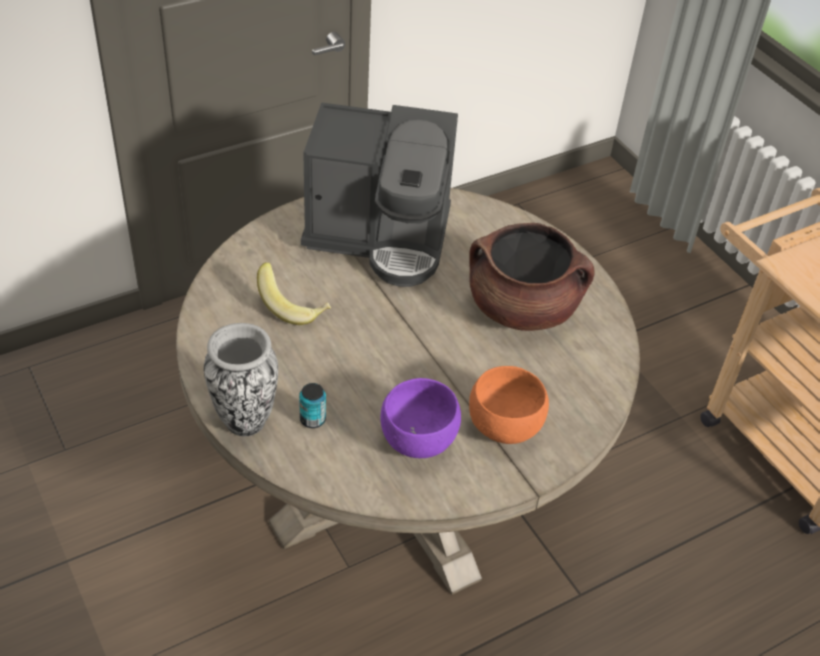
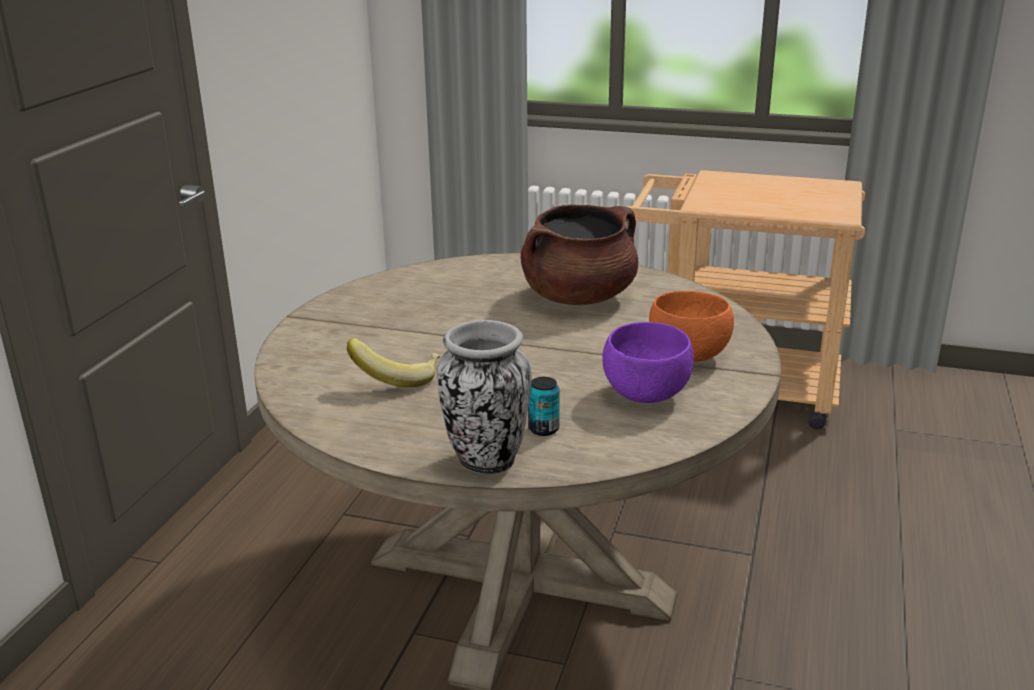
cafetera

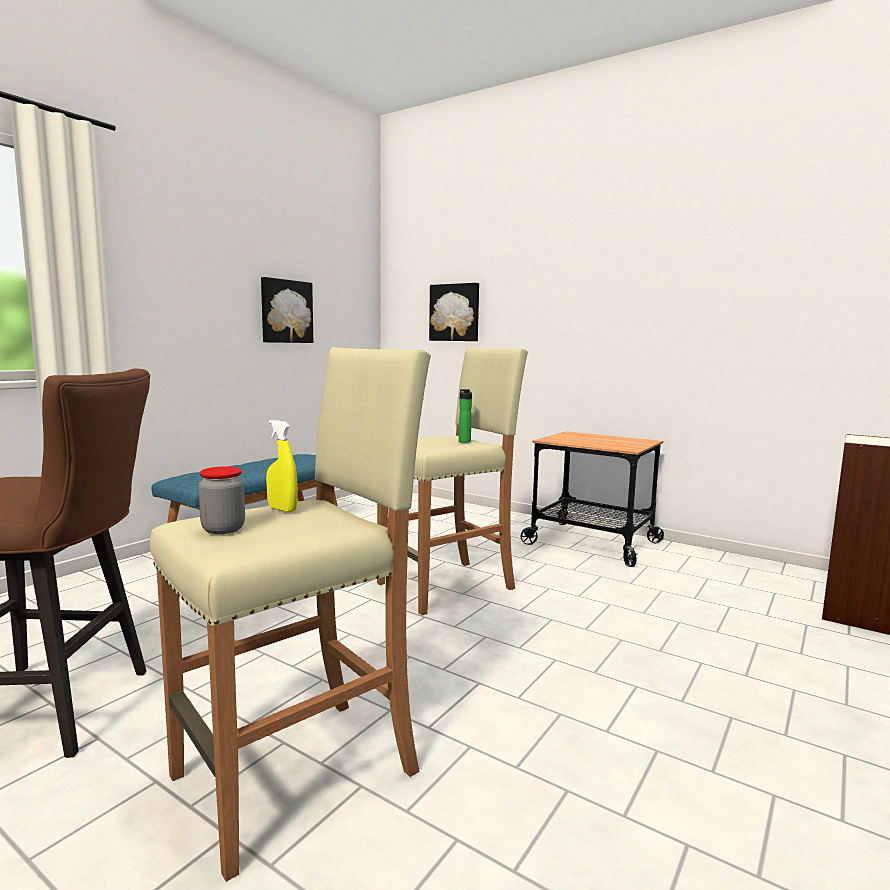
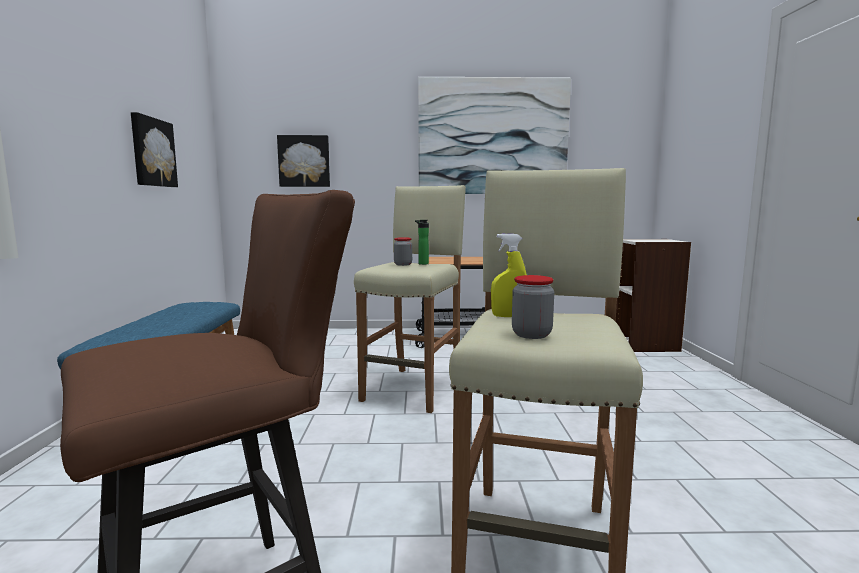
tarro (1st from left)
cuadro (3rd from left)

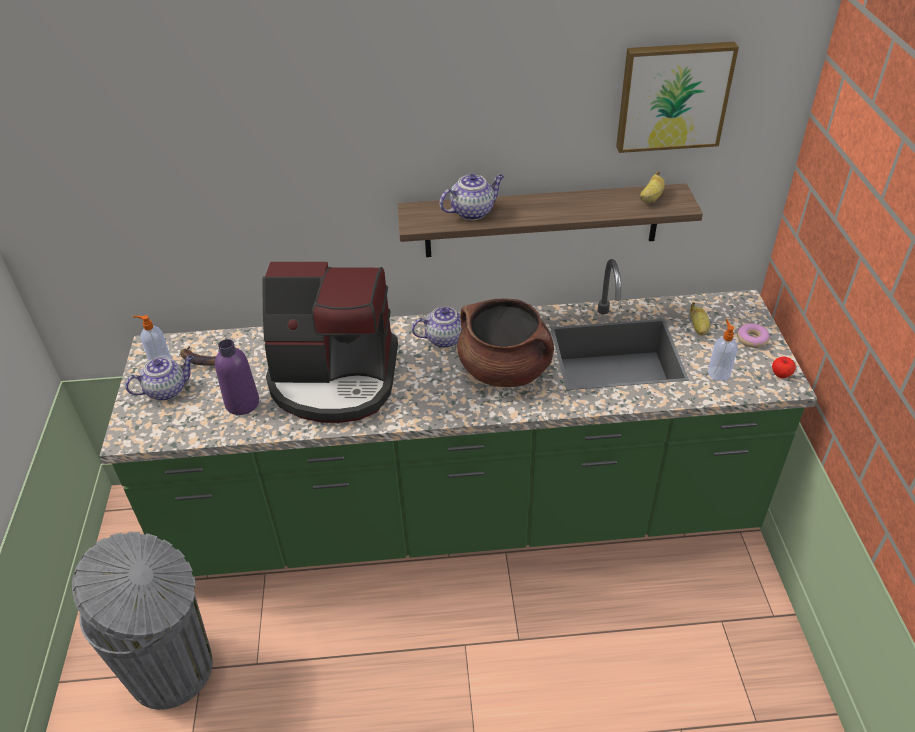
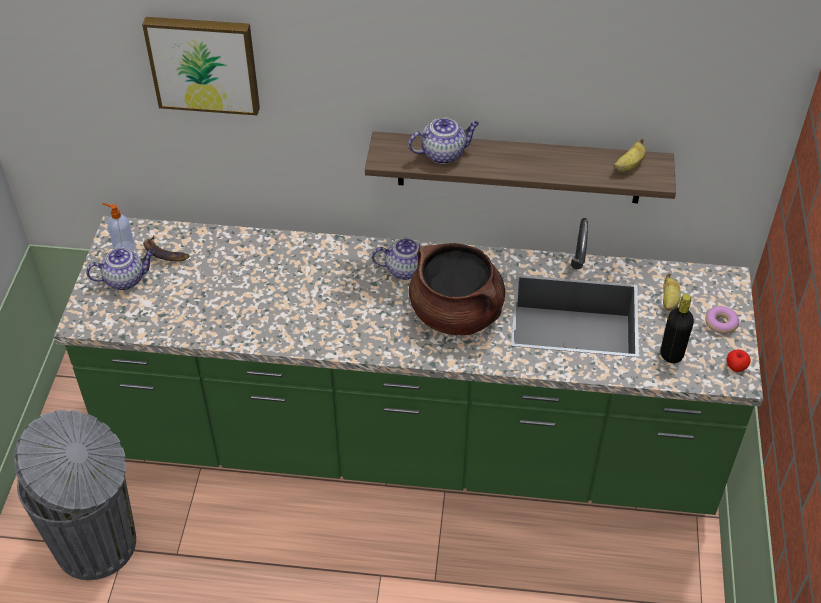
botella/morado
cafetera
cuadro
botella/negro

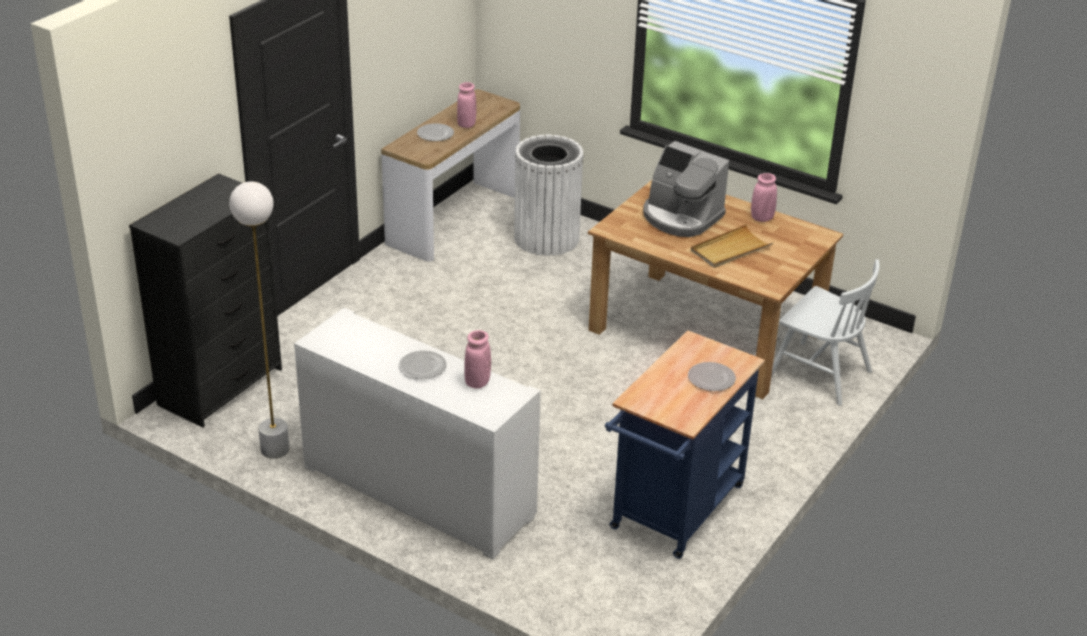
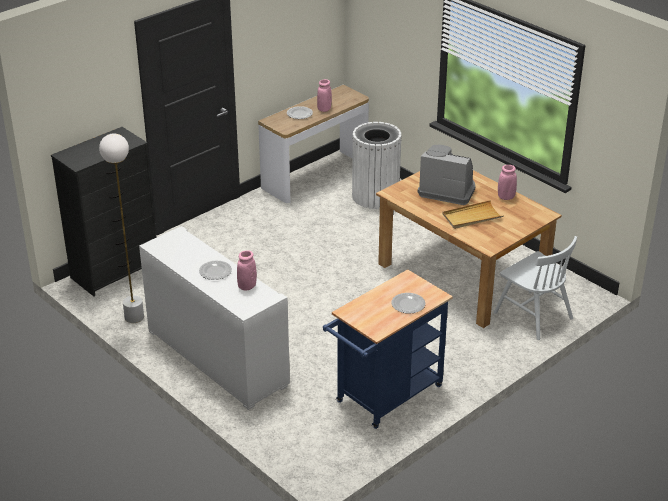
cafetera

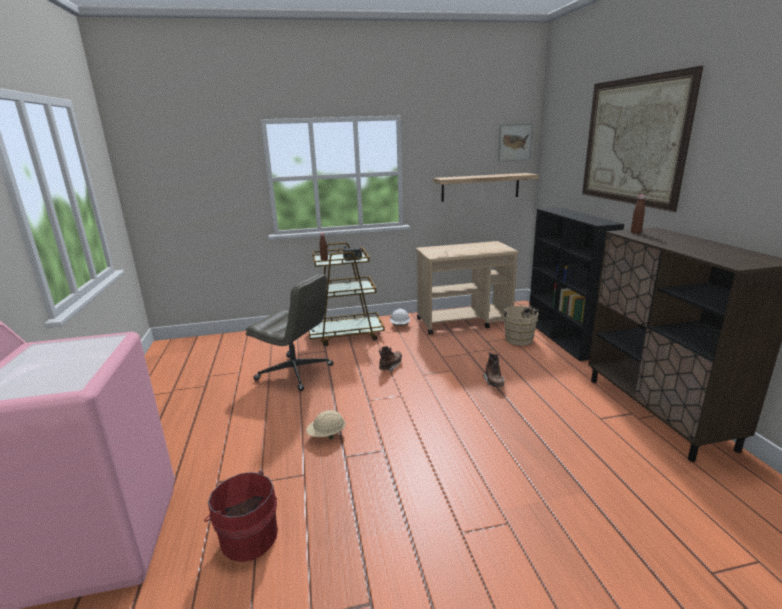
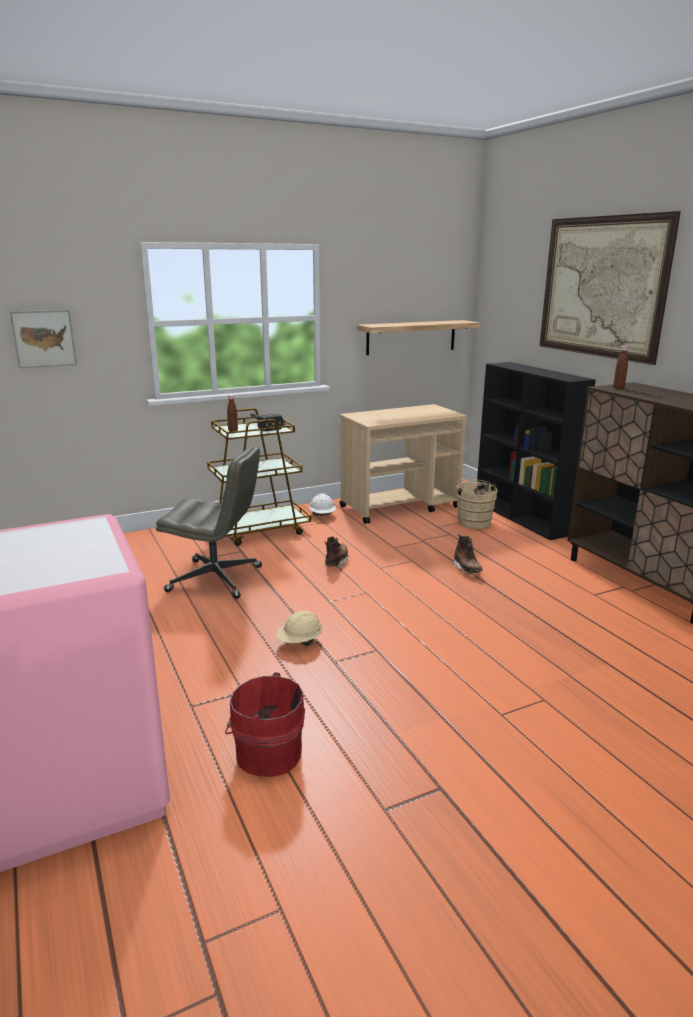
cuadro (1st from left)

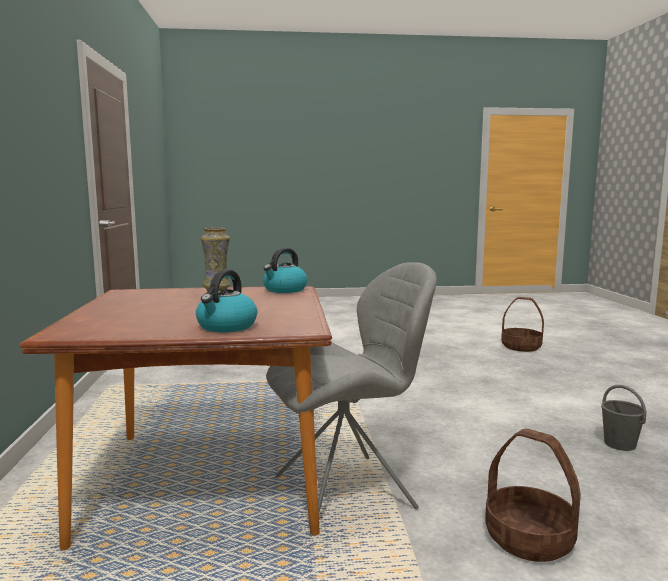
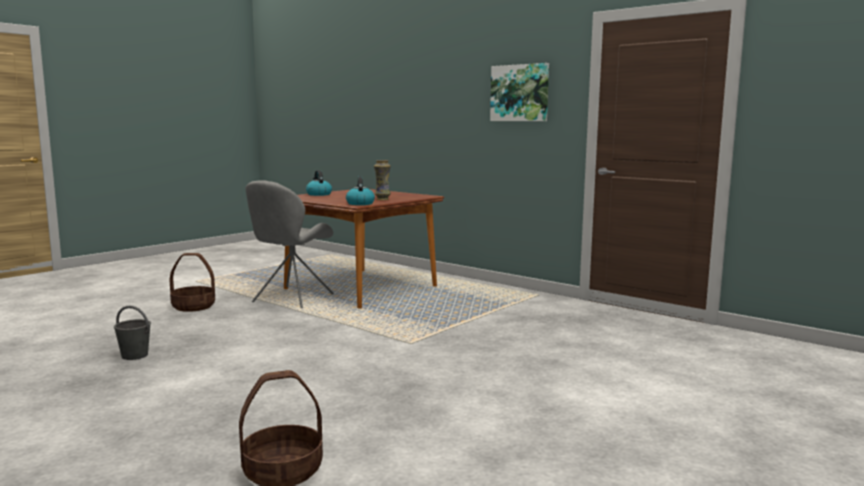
cuadro

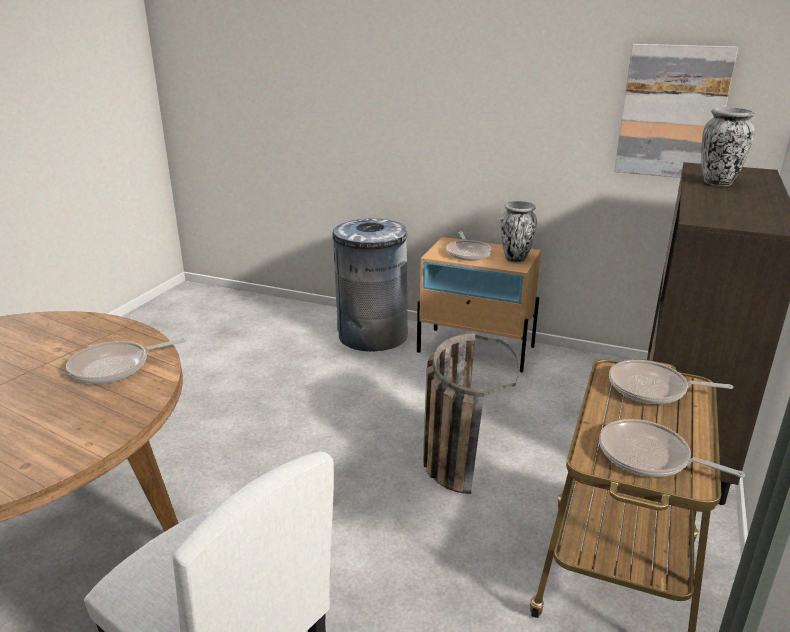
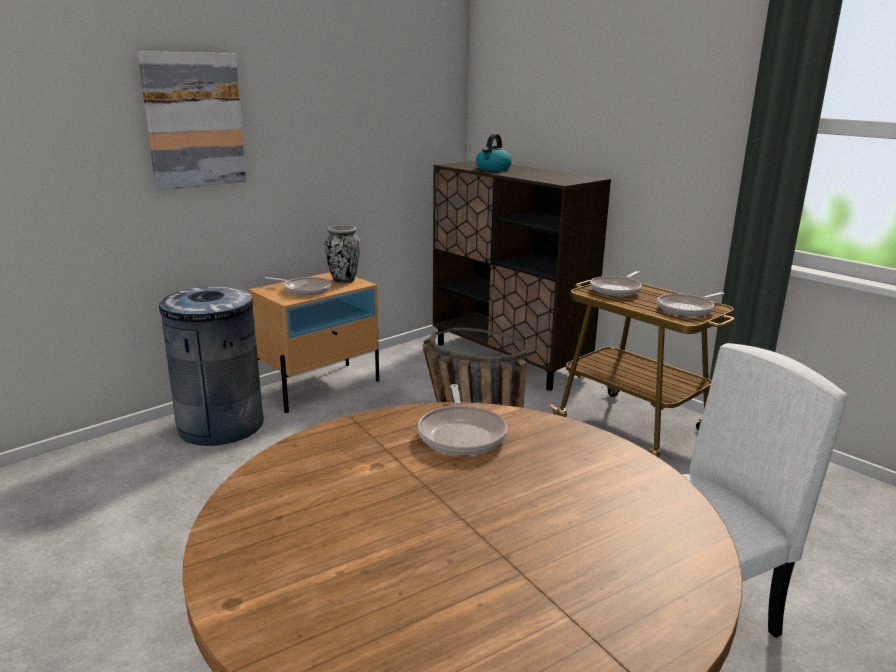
cuadro
hervidor

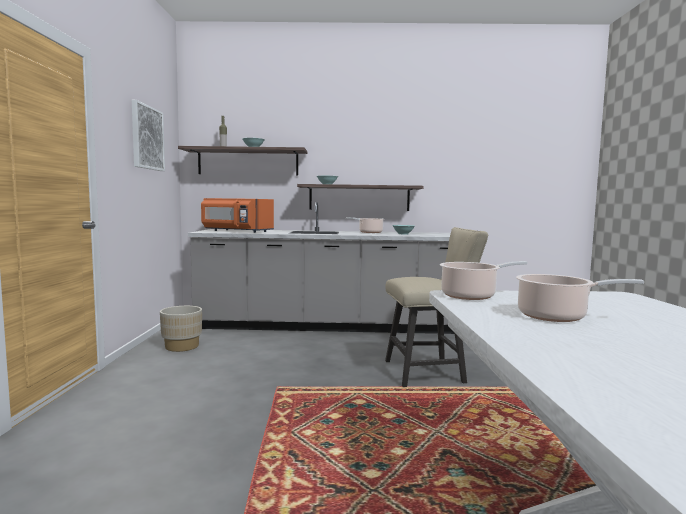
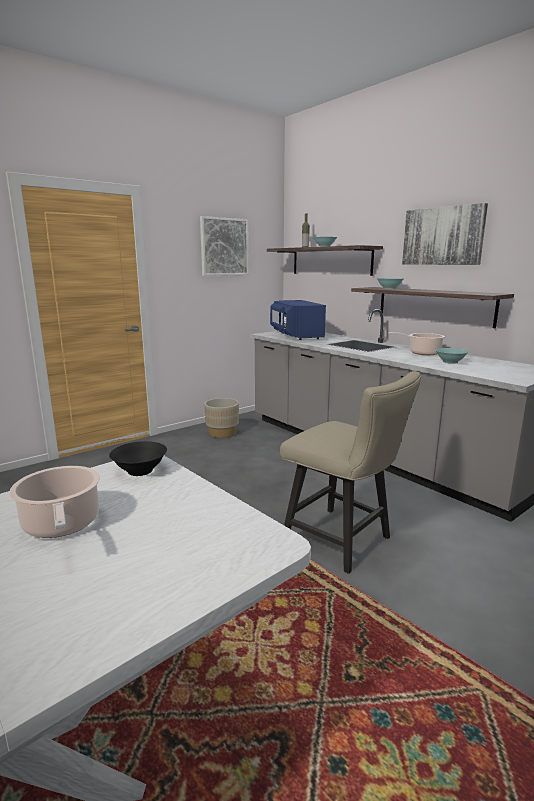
cuadro (2nd from left)
cuenco/negro
microondas/azul

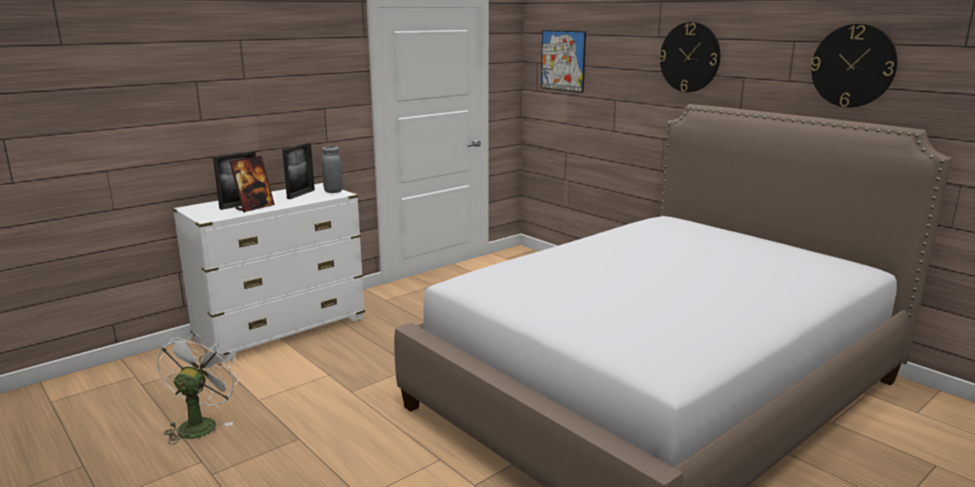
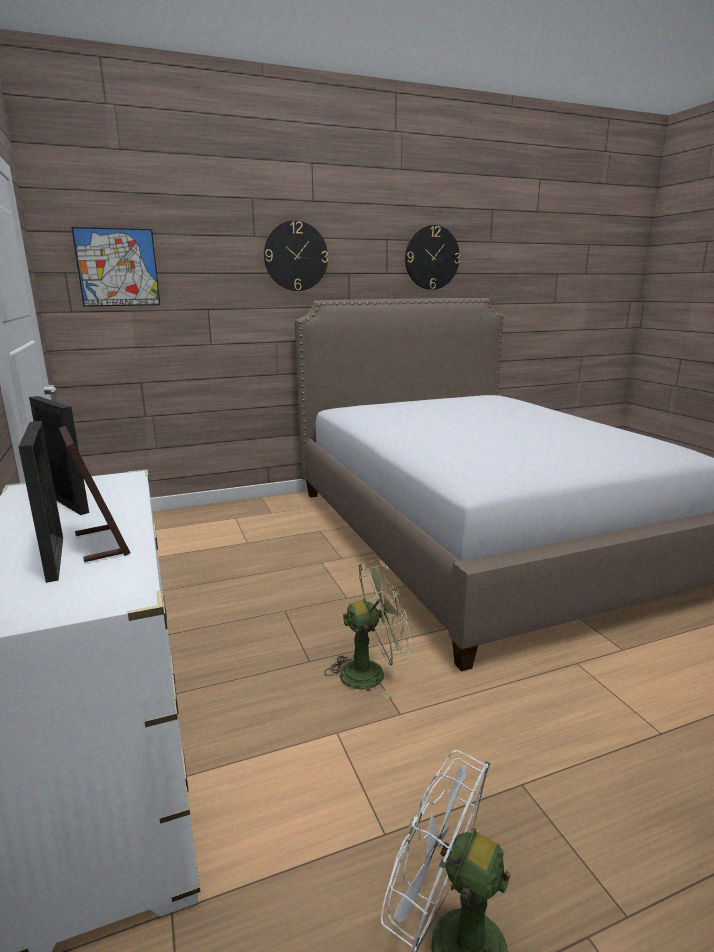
florero/gris
ventilador/verde

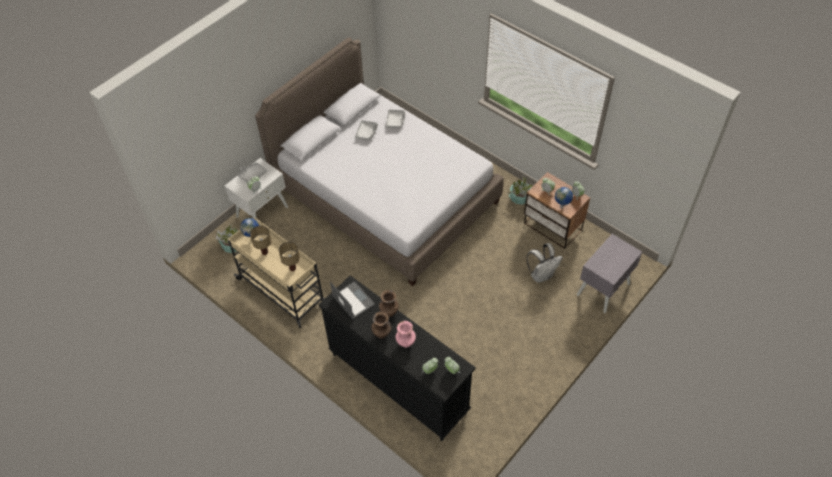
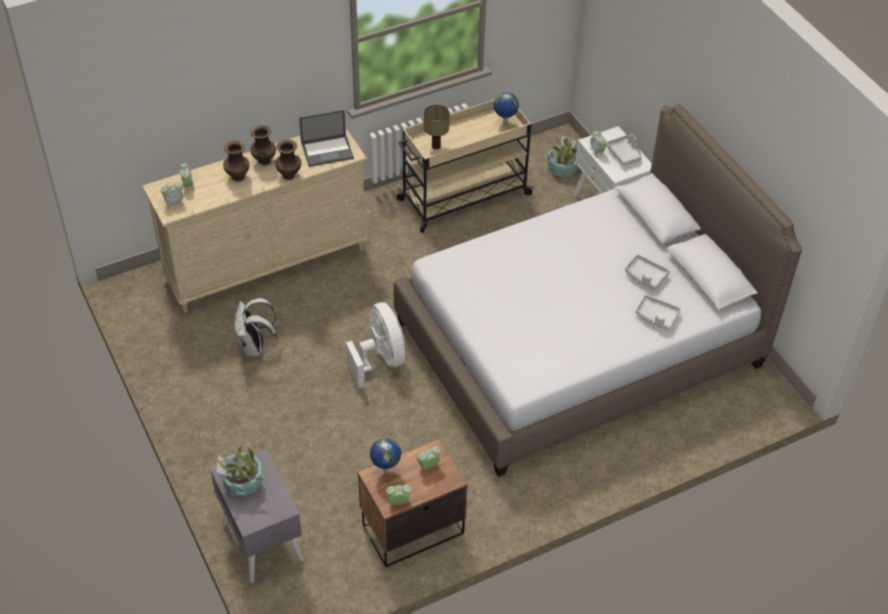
lámpara de mesa (1st from left in the first image)
ventilador/blanco
planta en maceta (1st from left)
mochila/blanco
cómoda/beis
florero/marrón (1st from left)

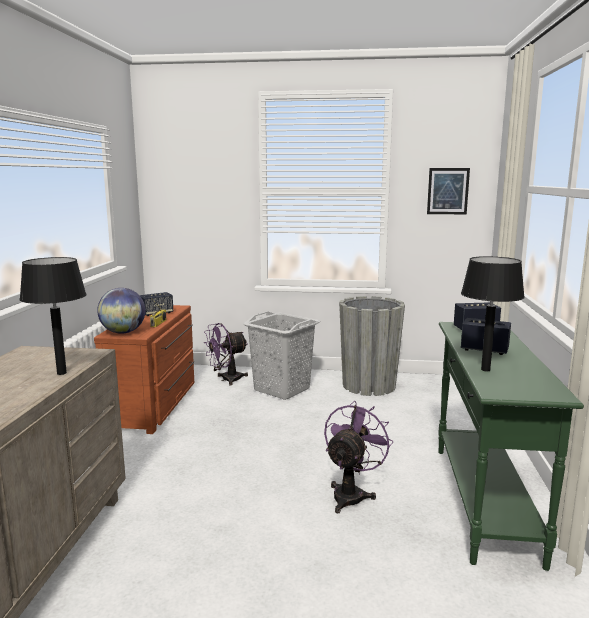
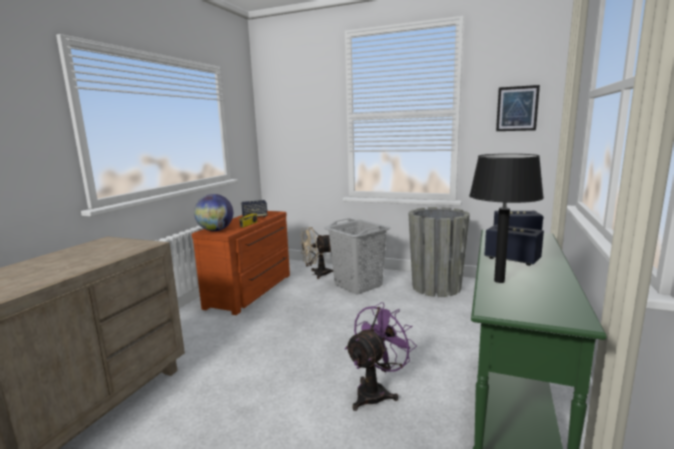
lámpara de mesa/negro (1st from left in the first image)
ventilador/beis

